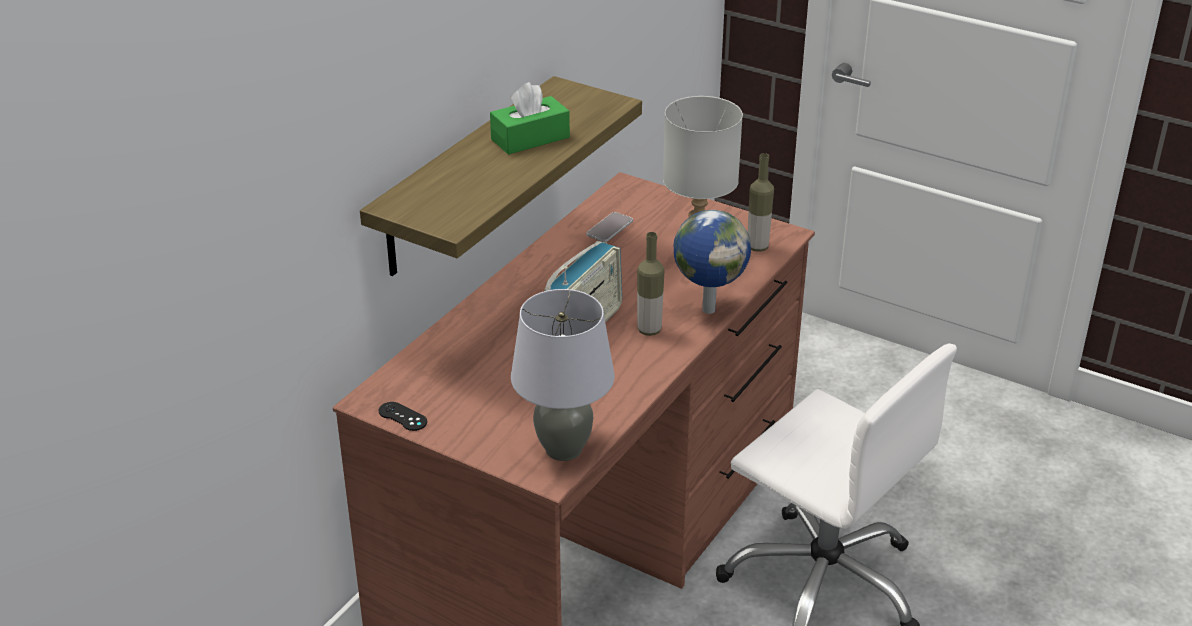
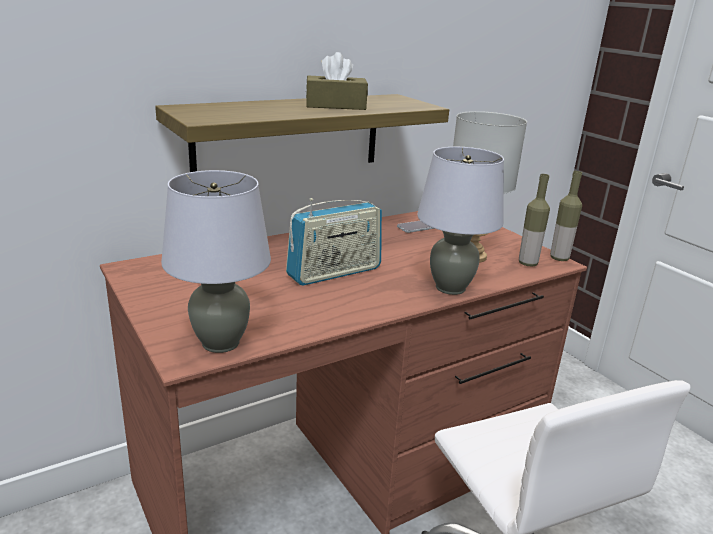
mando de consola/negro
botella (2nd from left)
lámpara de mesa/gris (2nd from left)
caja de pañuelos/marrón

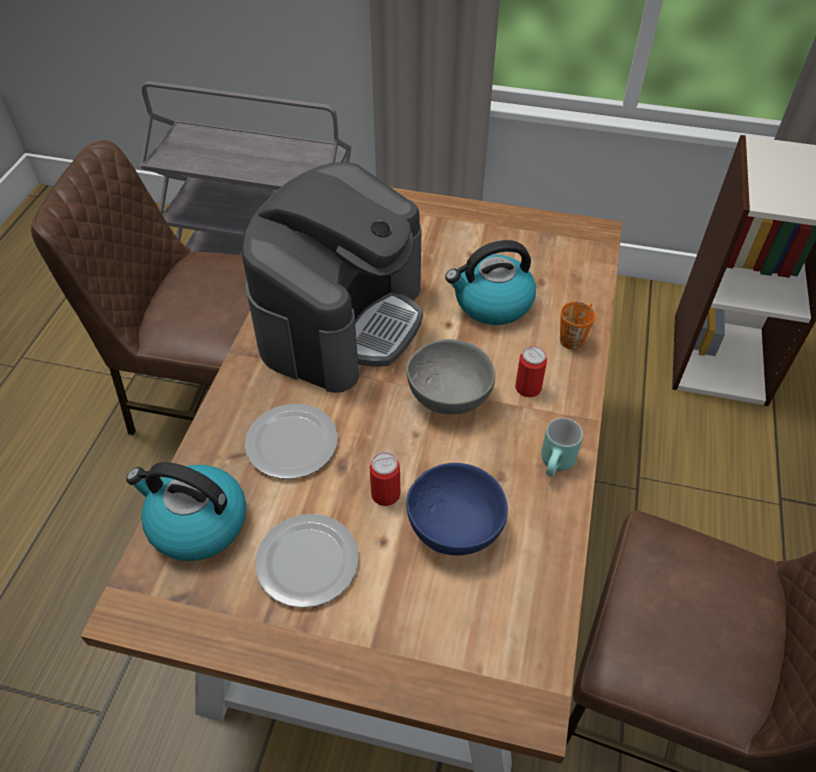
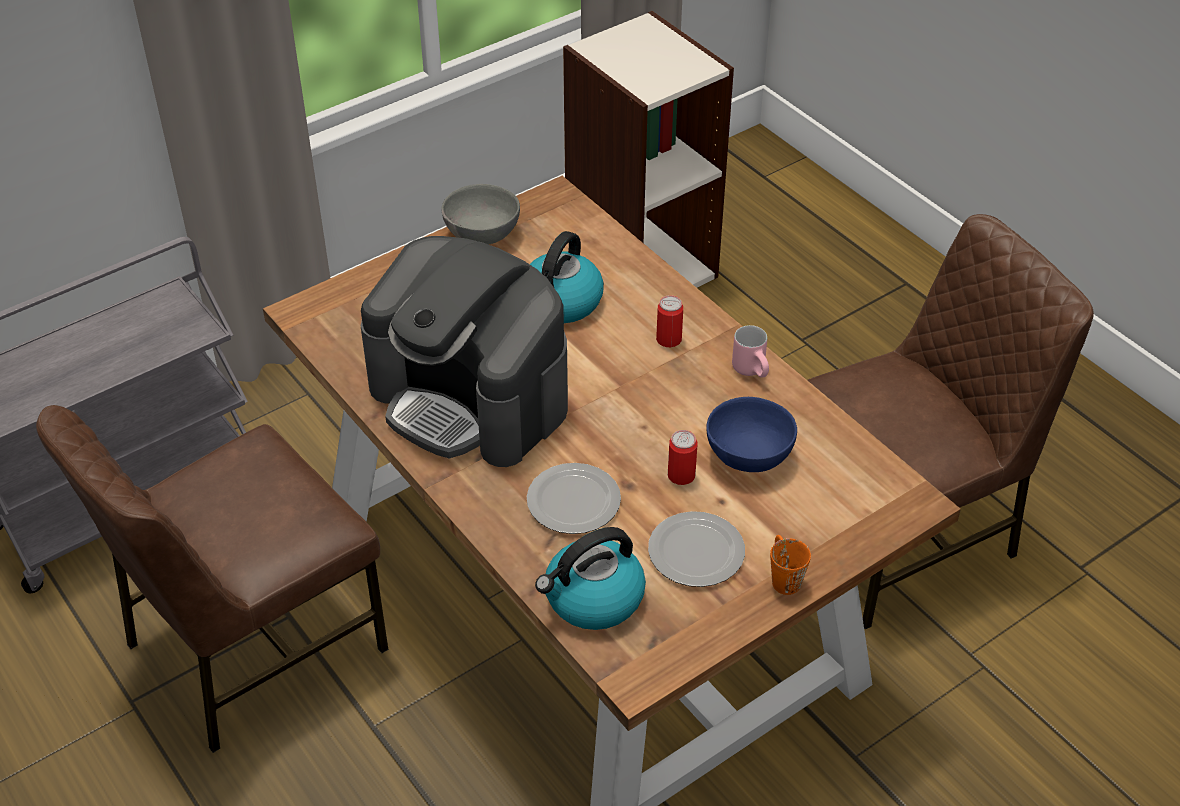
cuenco/gris
taza grande/naranja
taza grande/rosa
cafetera

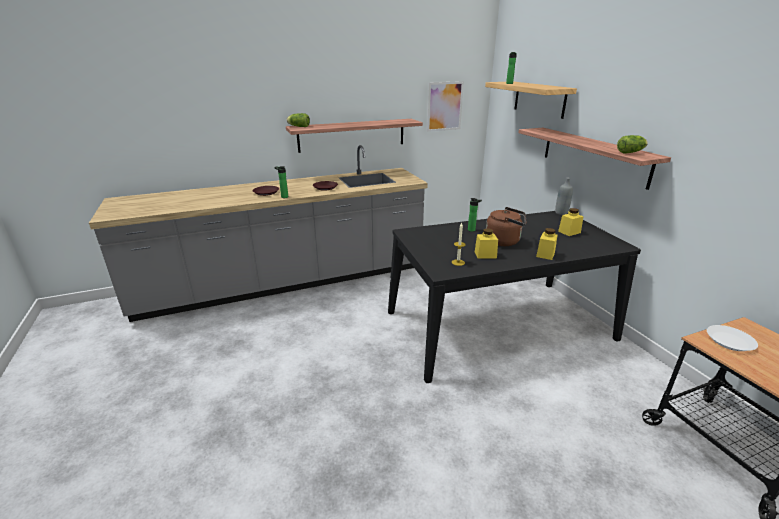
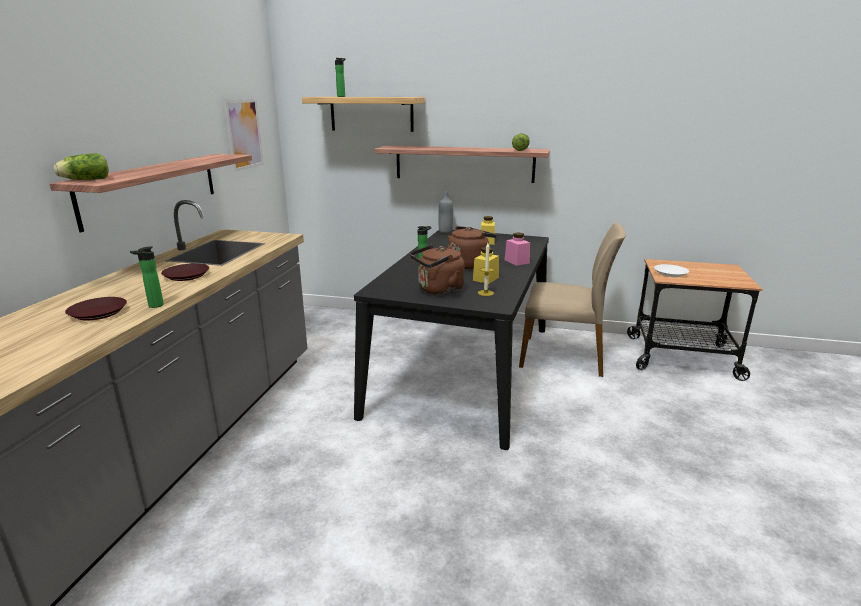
hervidor/marrón (1st from left)
silla/beis
tarro/rosa

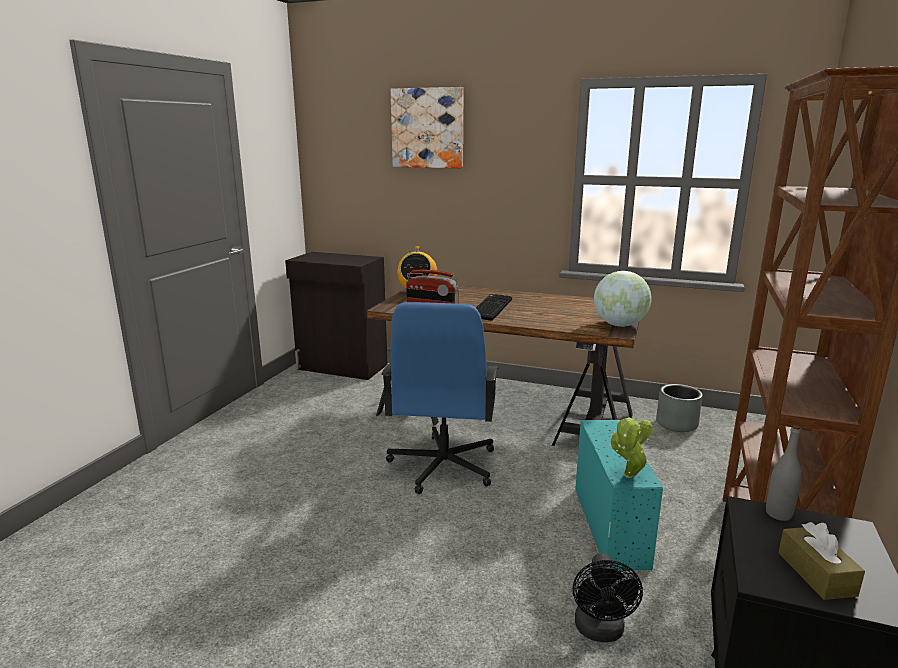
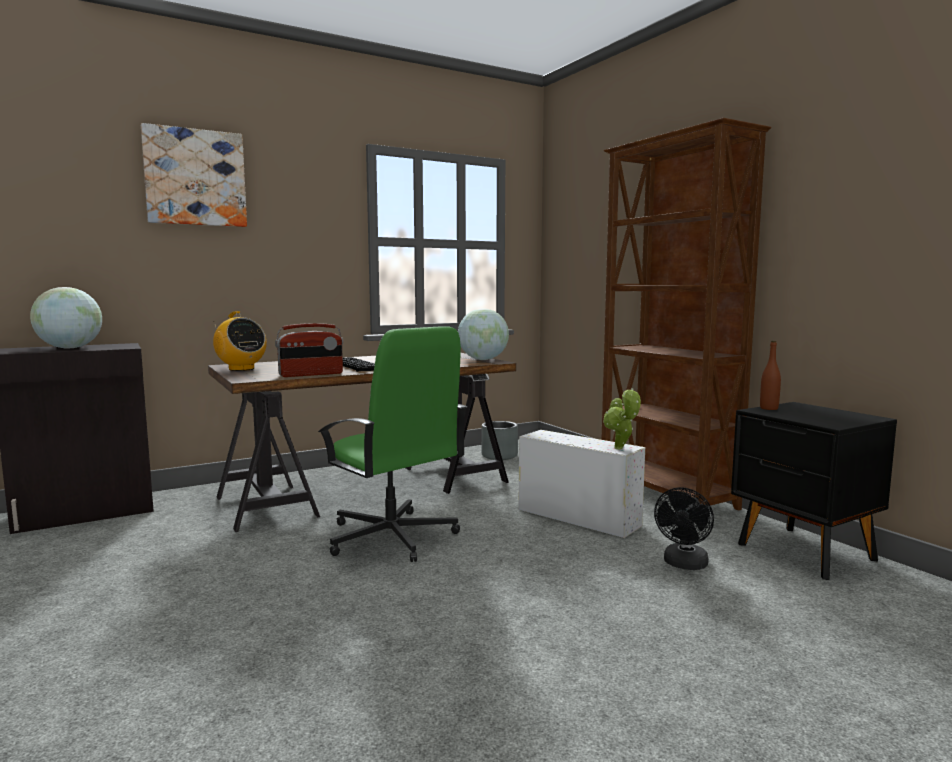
caja de pañuelos/marrón
globo terráqueo (1st from left)
silla de oficina/verde
caja de almacenaje/blanco
botella/marrón
ventilador/negro

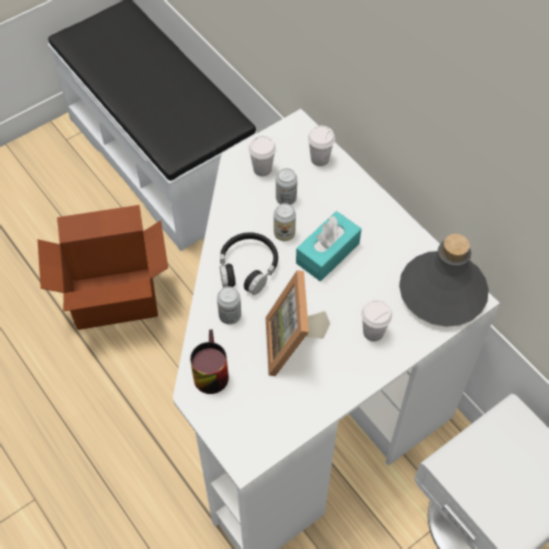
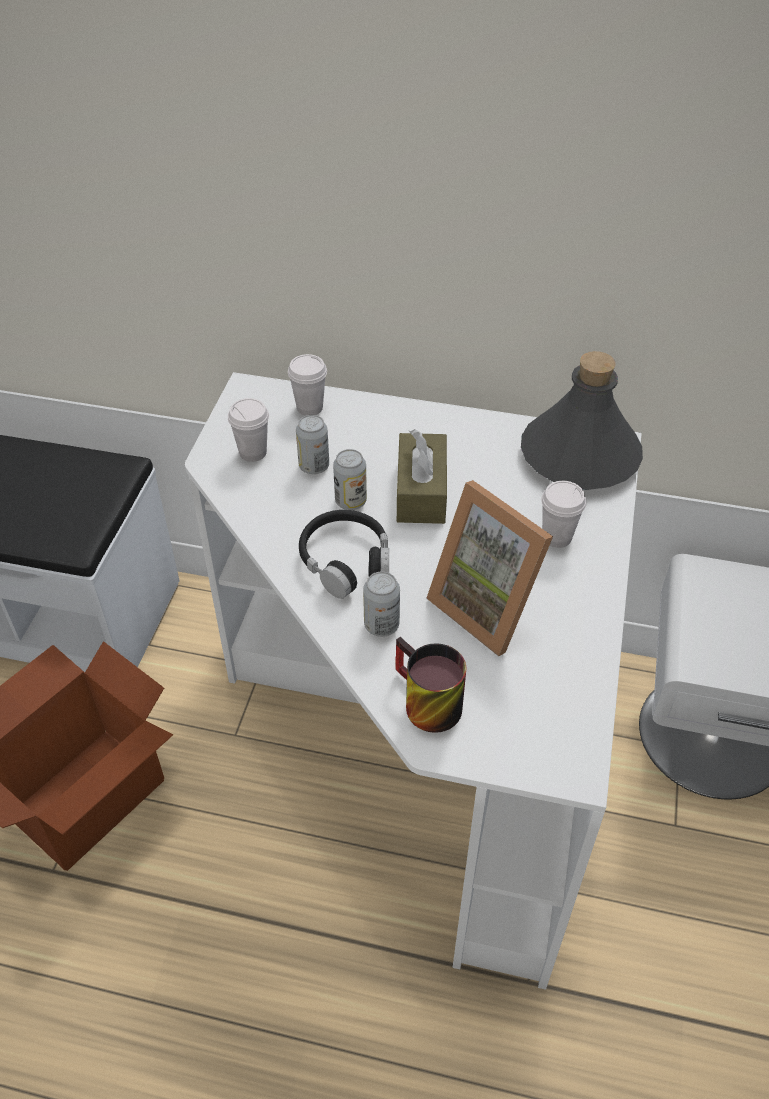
caja de pañuelos/marrón

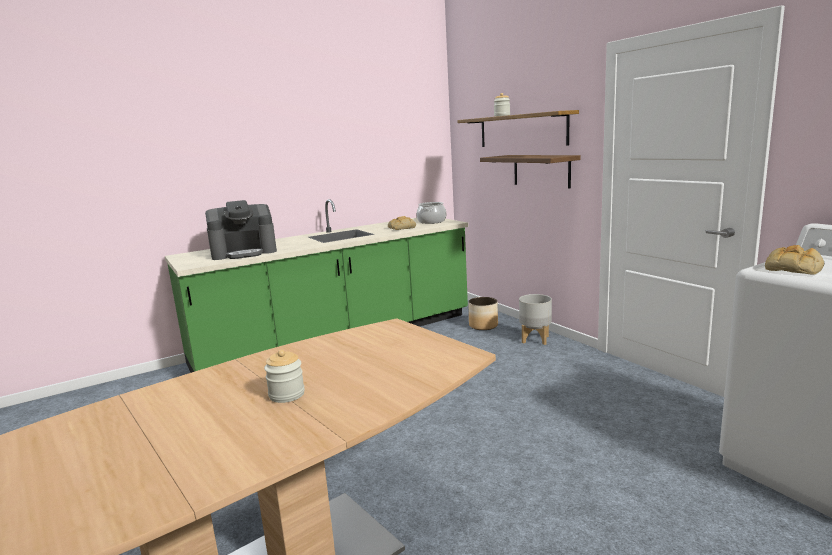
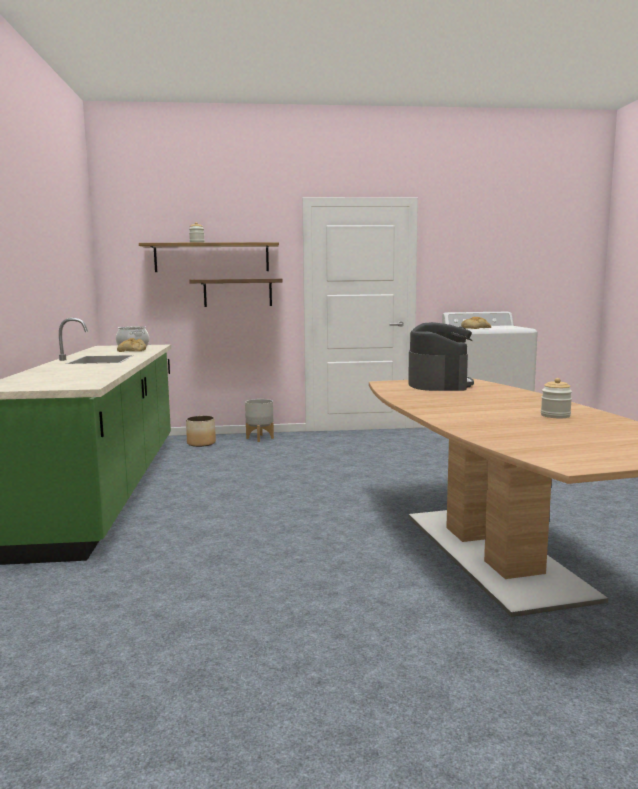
cafetera
tarro (2nd from left)

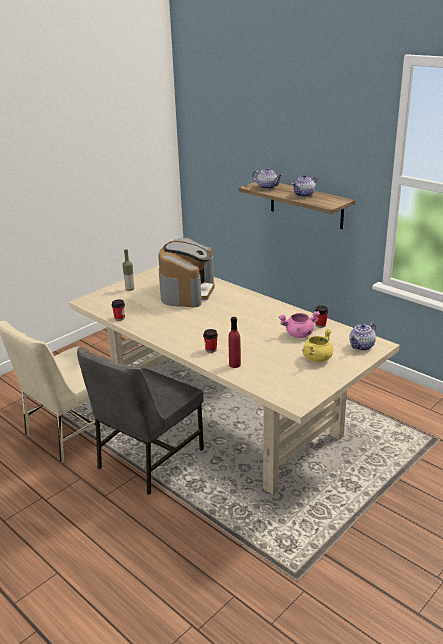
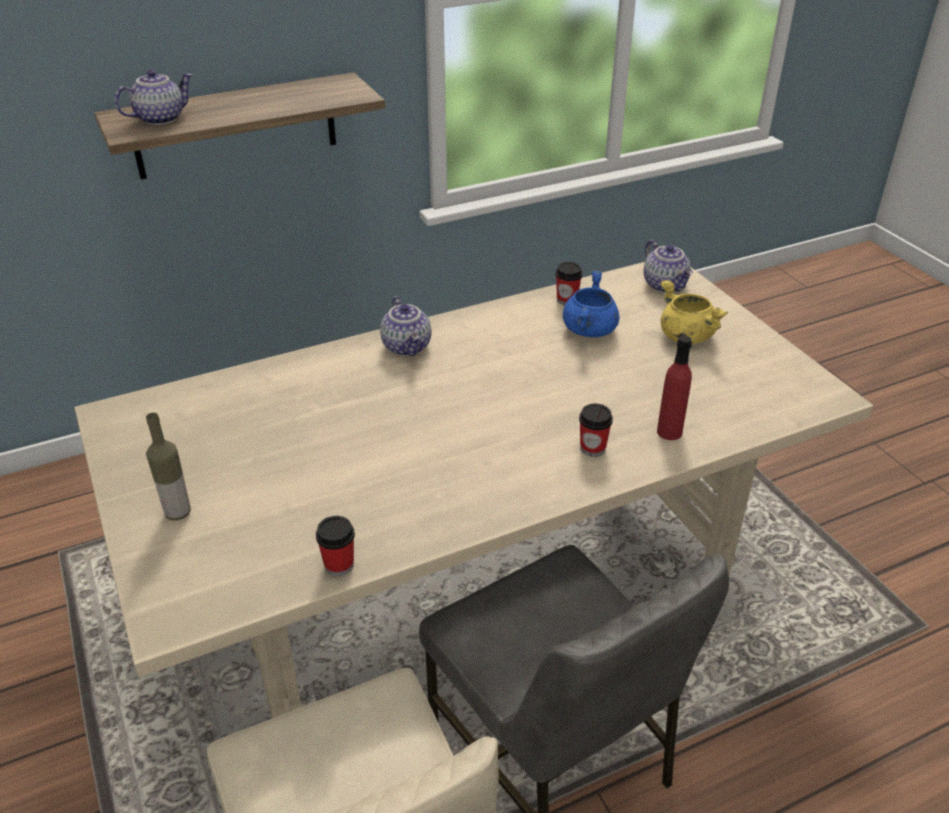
cafetera
tetera (2nd from left)
olla/azul

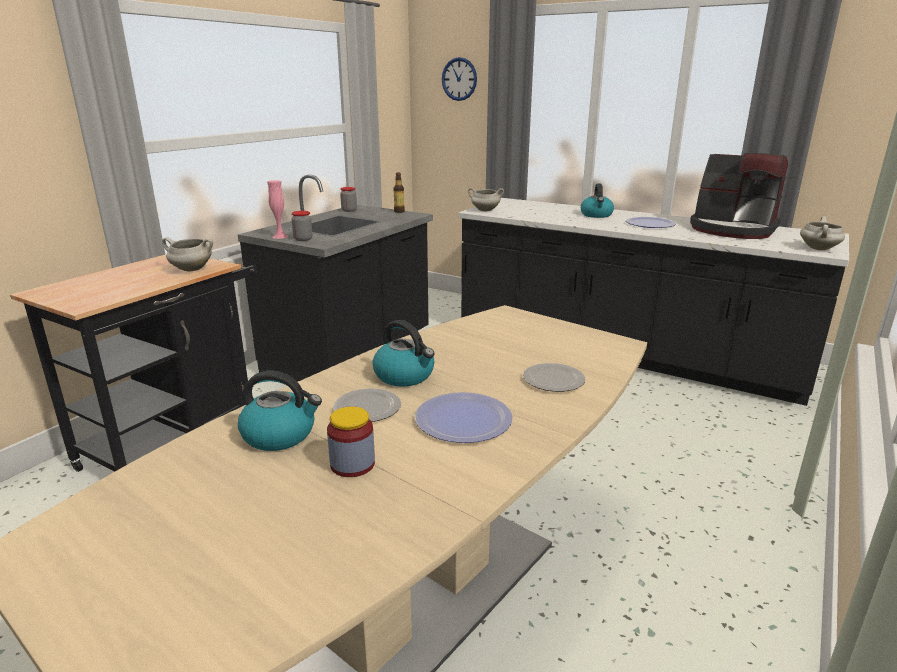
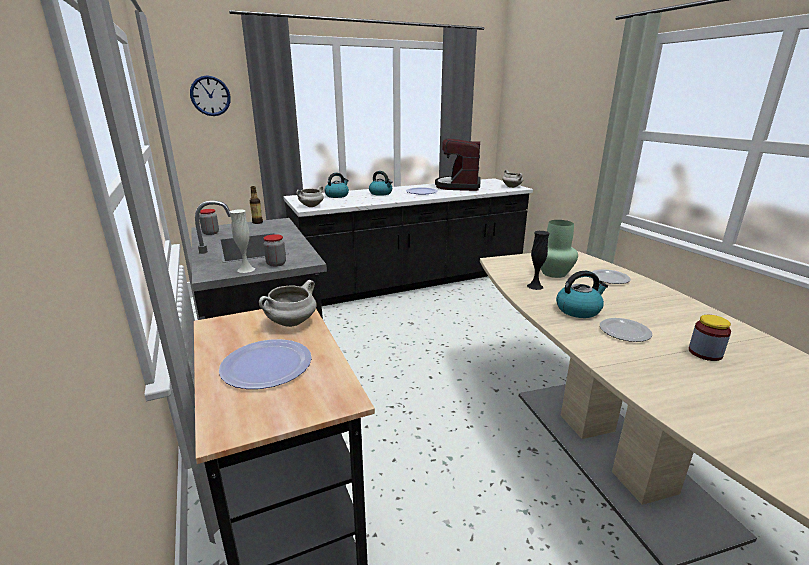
florero/negro
florero/verde
hervidor (1st from left)
plato (1st from left)
florero/blanco
cafetera

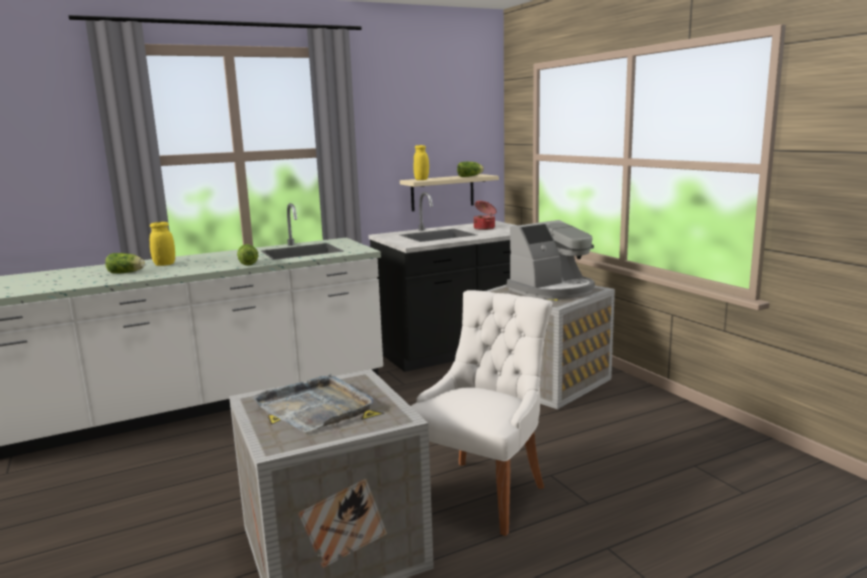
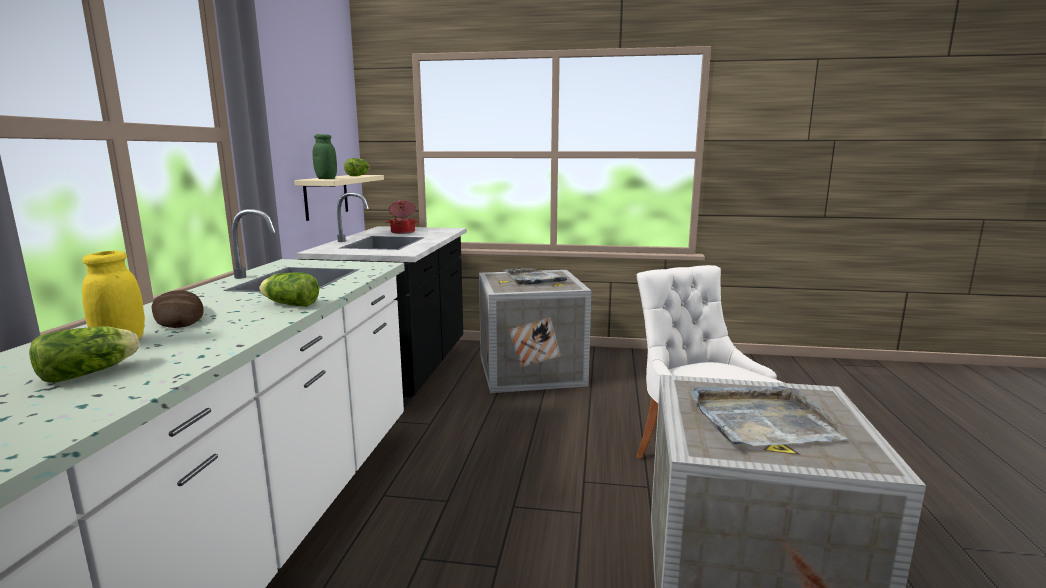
pan
bandeja/gris (1st from left)
tarro/verde

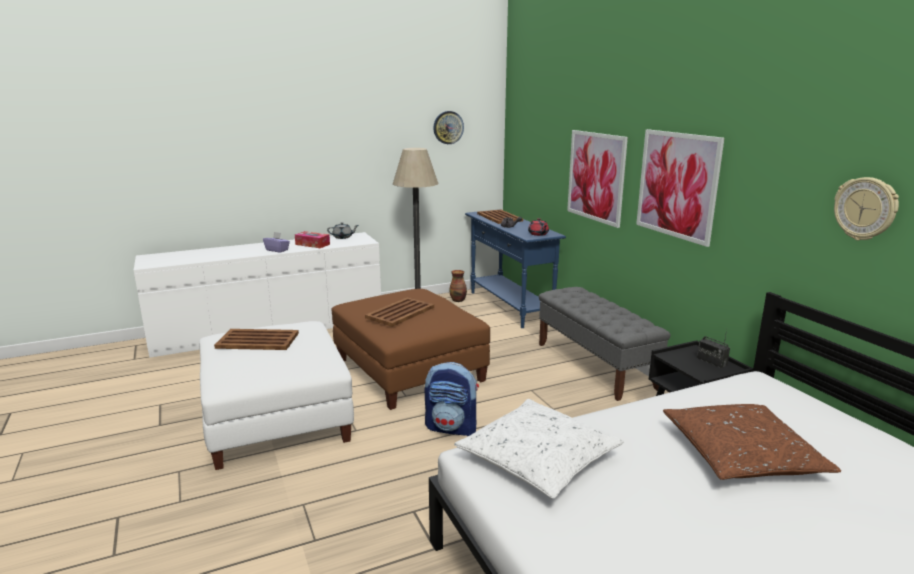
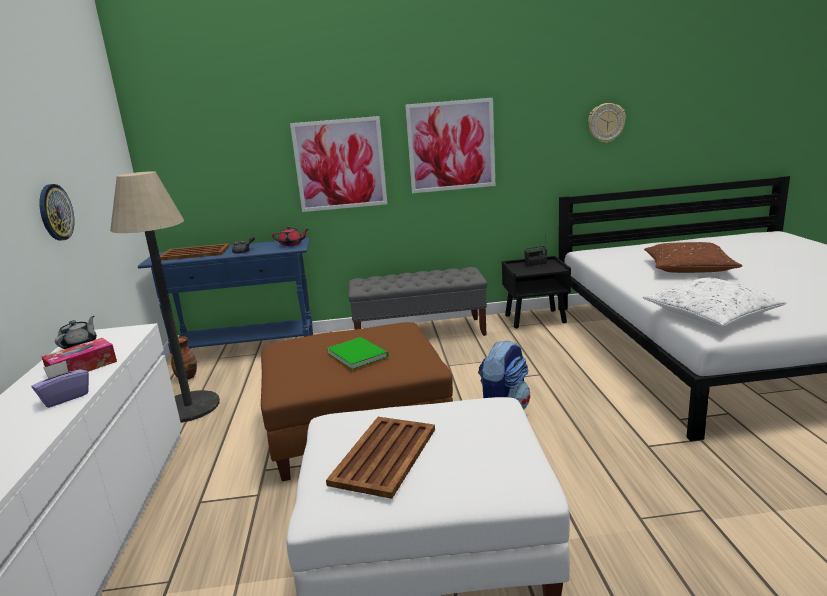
reloj de pared (1st from left)
libro/verde

